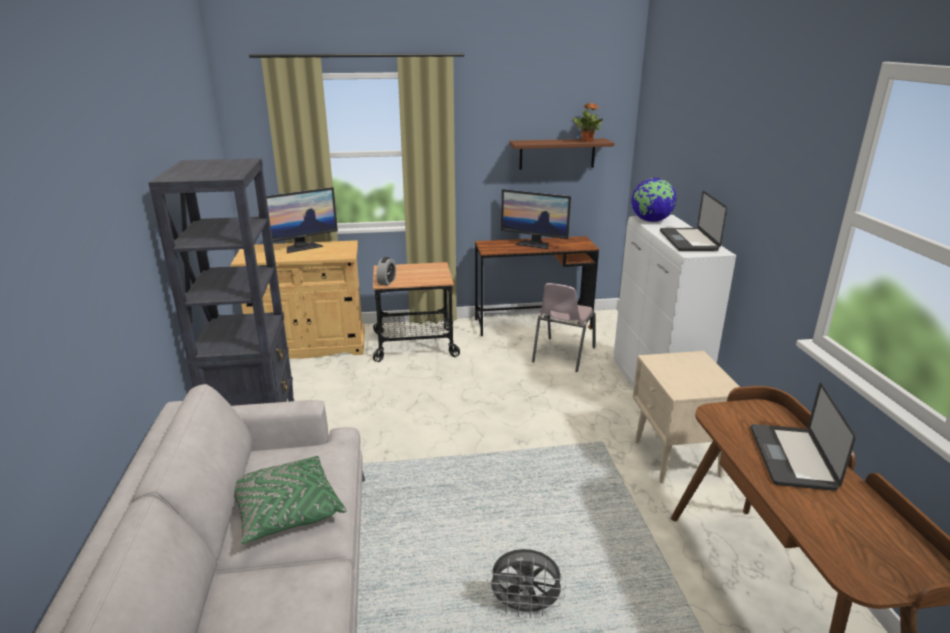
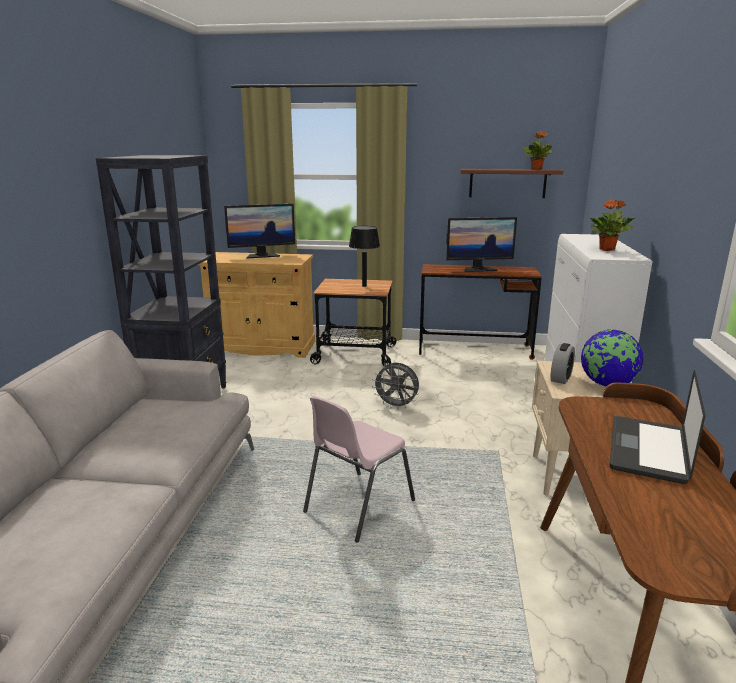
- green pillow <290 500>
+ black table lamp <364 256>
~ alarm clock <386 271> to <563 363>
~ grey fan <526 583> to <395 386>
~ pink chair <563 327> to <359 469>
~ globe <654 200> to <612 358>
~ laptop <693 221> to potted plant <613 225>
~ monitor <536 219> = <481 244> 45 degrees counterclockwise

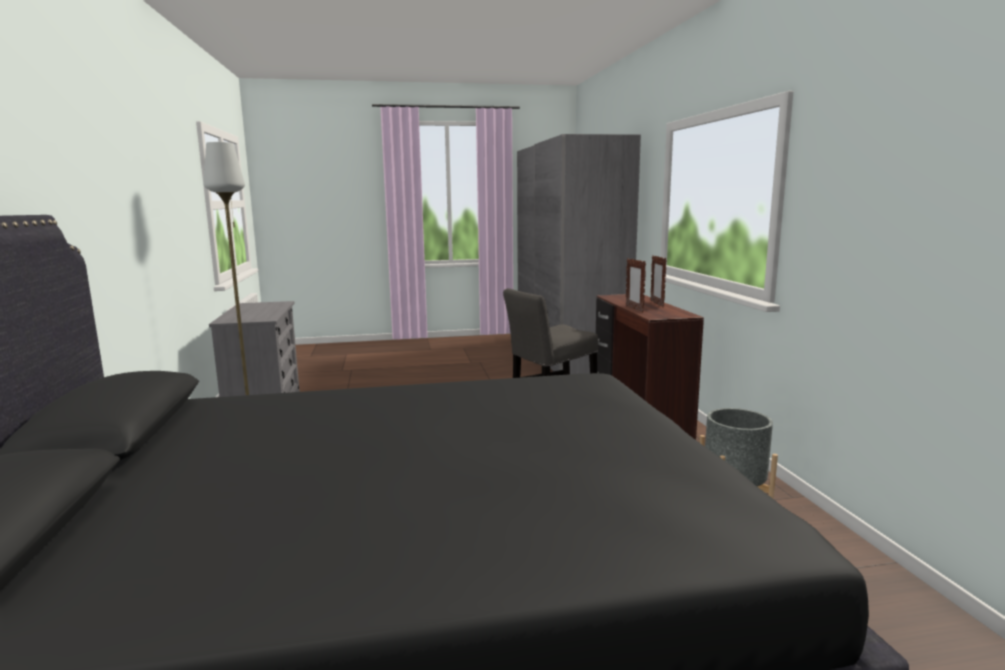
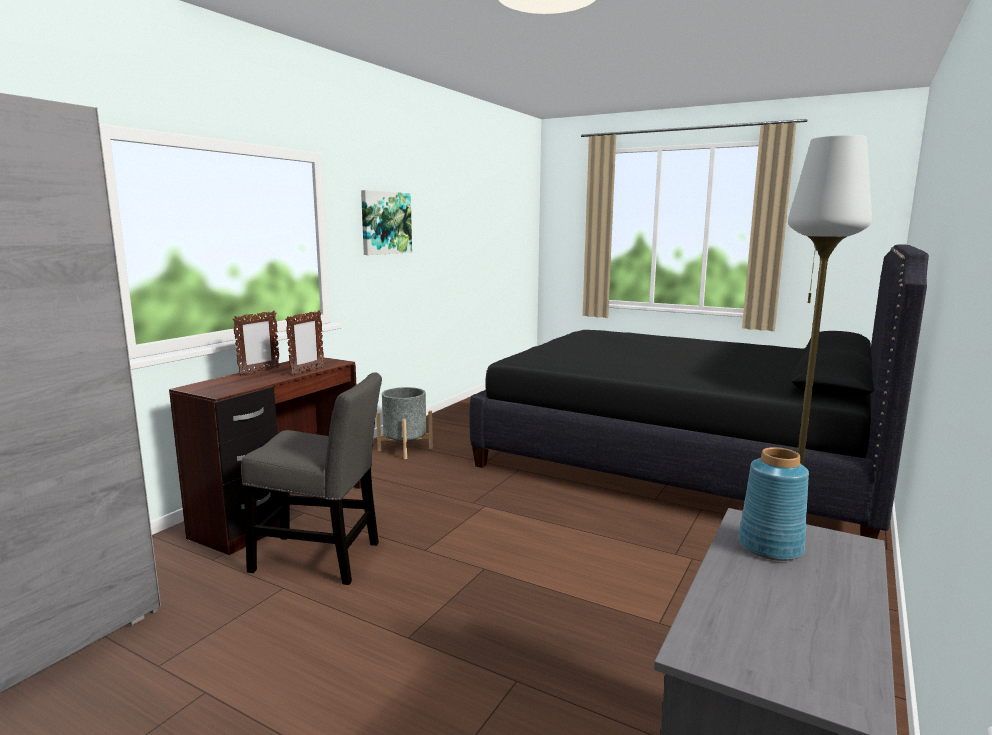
+ picture <386 222>
+ blue vase <773 504>

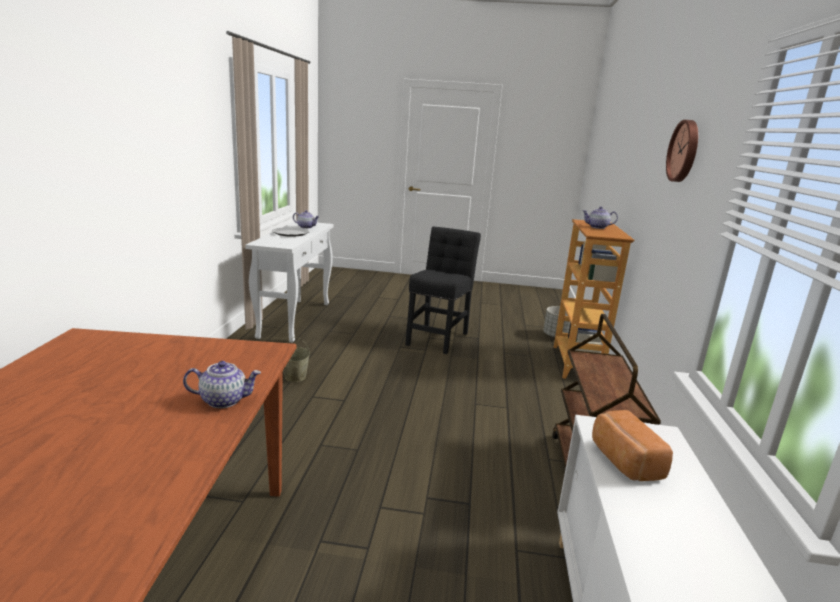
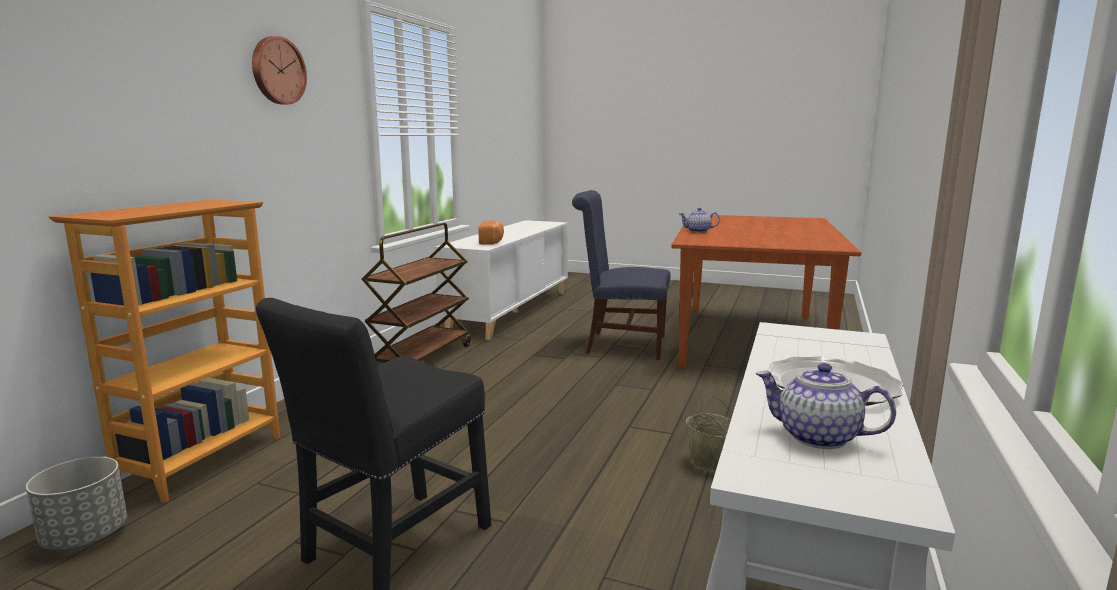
- teapot <600 217>
+ blue chair <621 275>

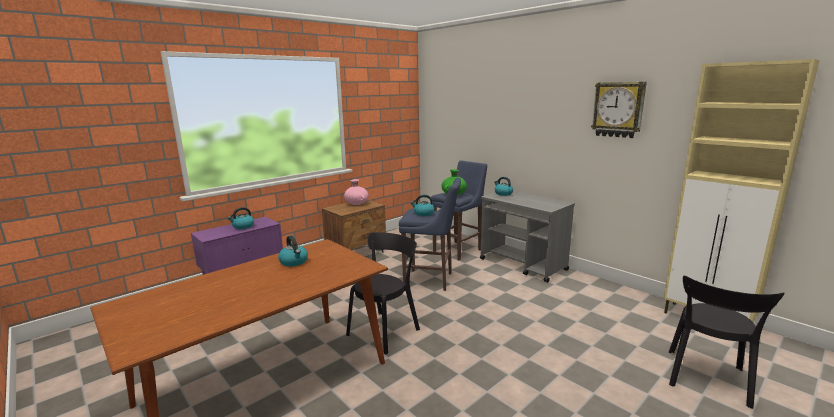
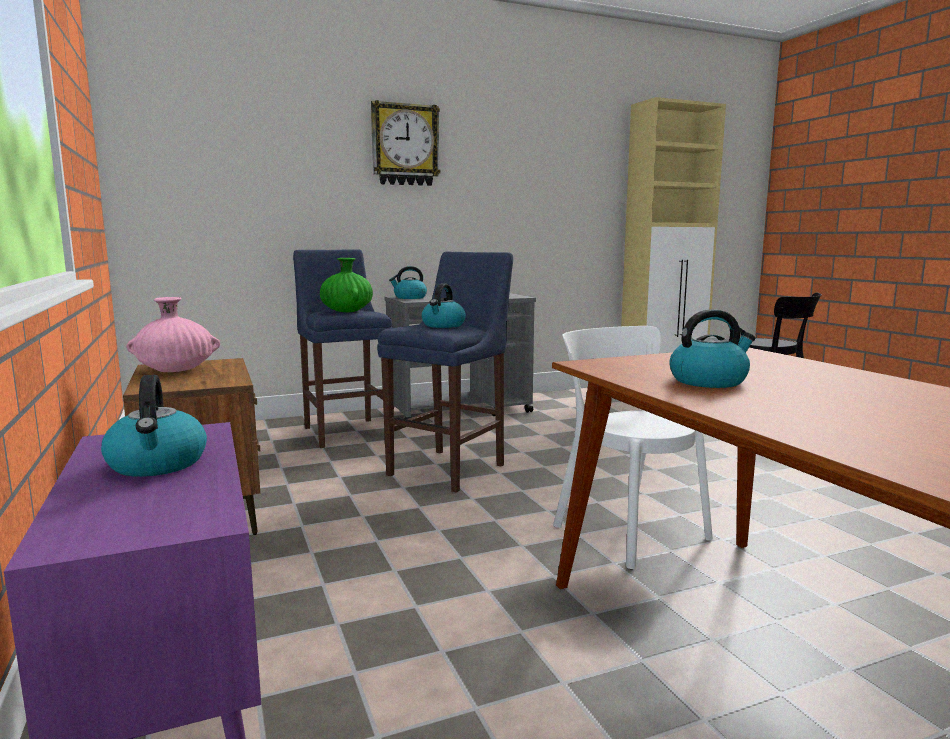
~ wall clock <619 110> to <405 143>
~ black chair <383 293> to white chair <633 447>

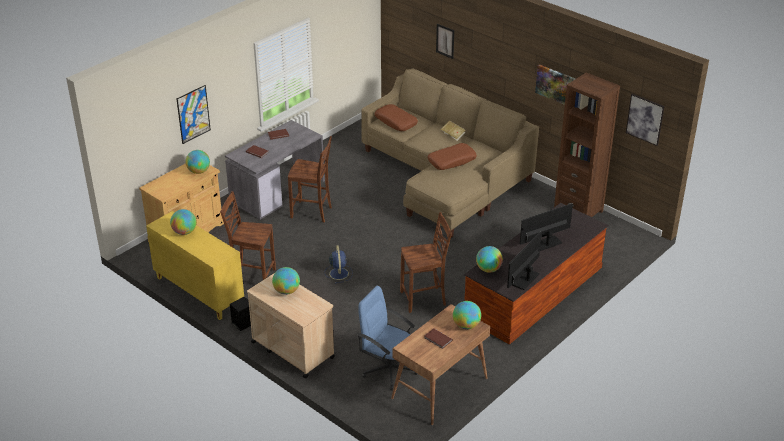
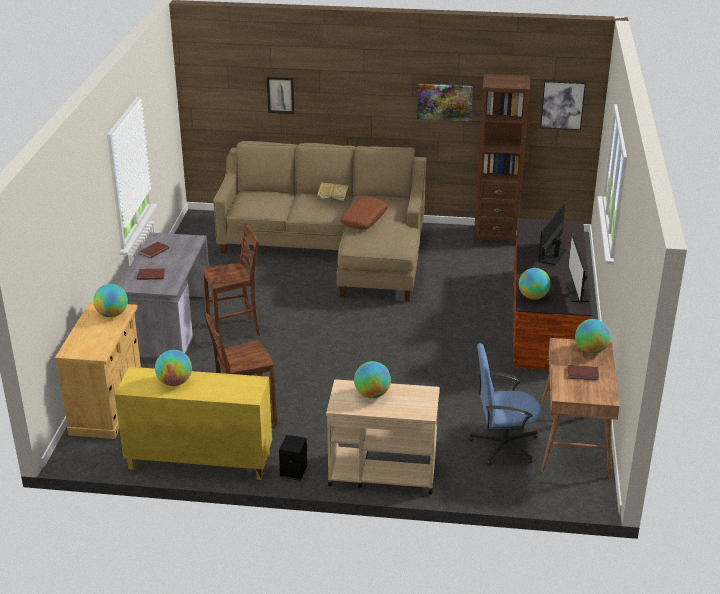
- picture <194 114>
- blue fan <339 264>
- brown pillow <396 117>
- brown chair <426 262>

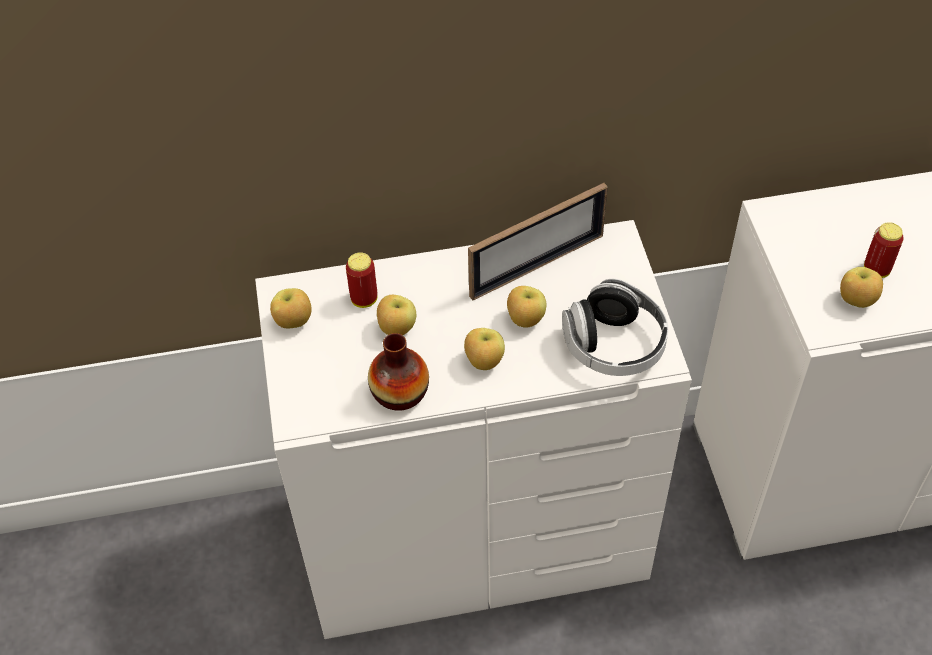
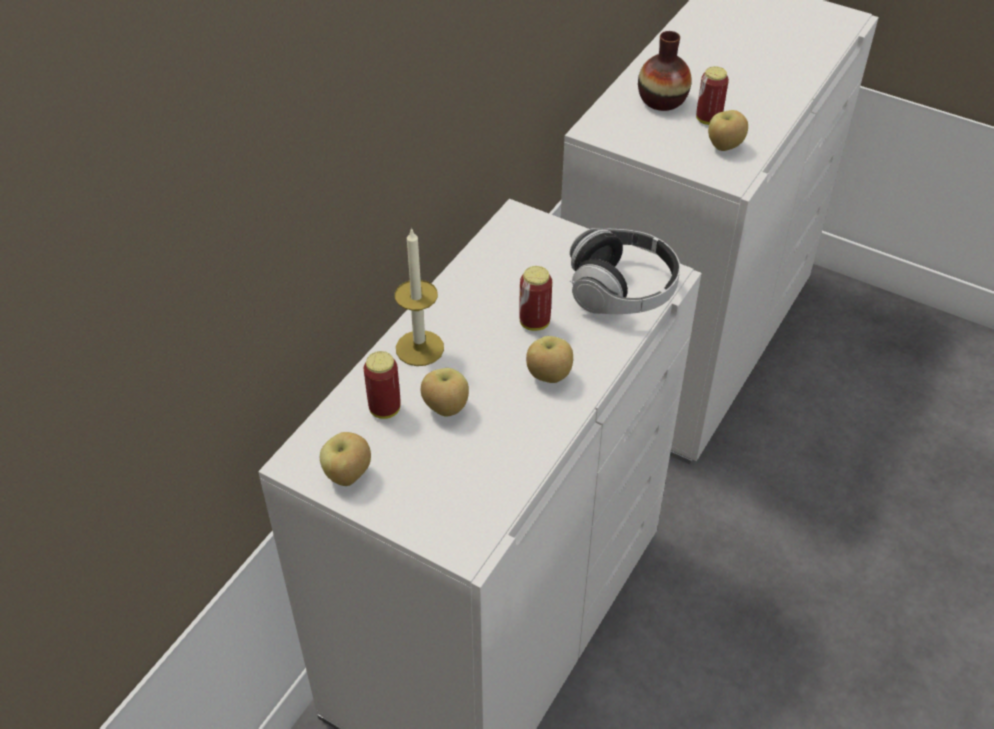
- picture frame <538 241>
+ candle <419 296>
~ vase <398 372> to <664 71>
~ apple <527 307> to can <535 298>

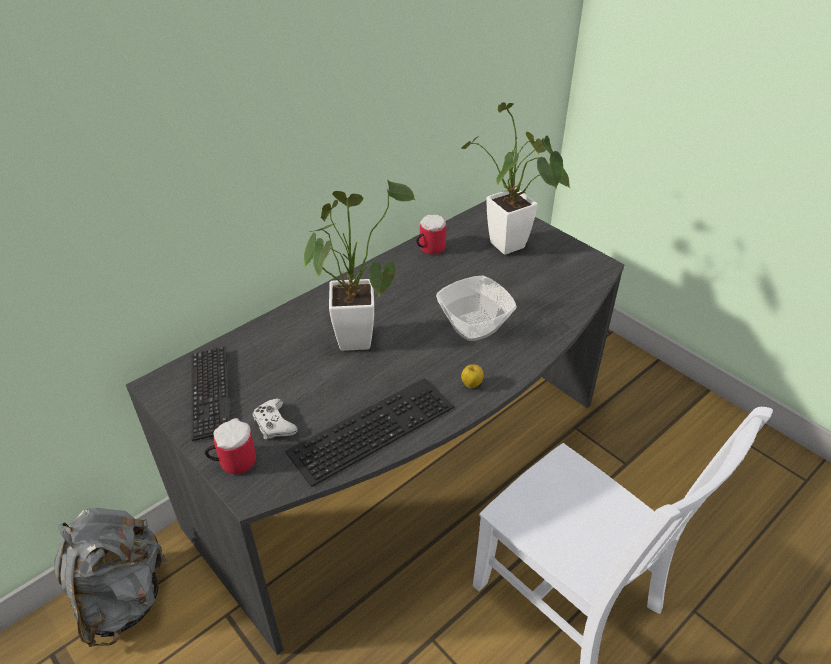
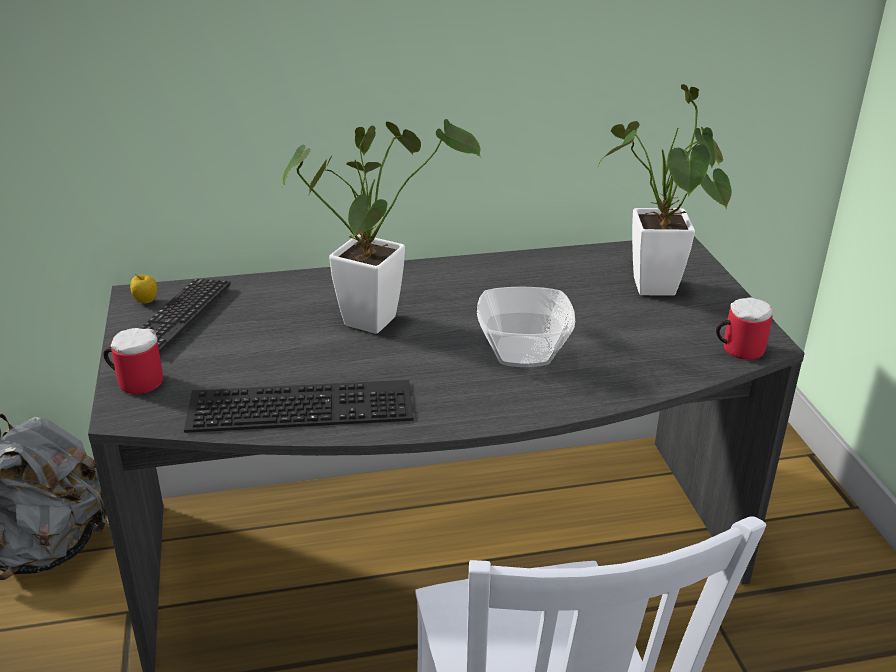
- white game controller <275 419>
~ mug <431 234> to <744 328>
~ apple <472 376> to <143 289>

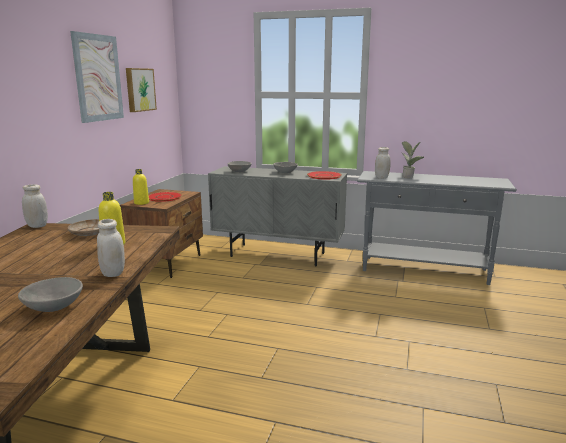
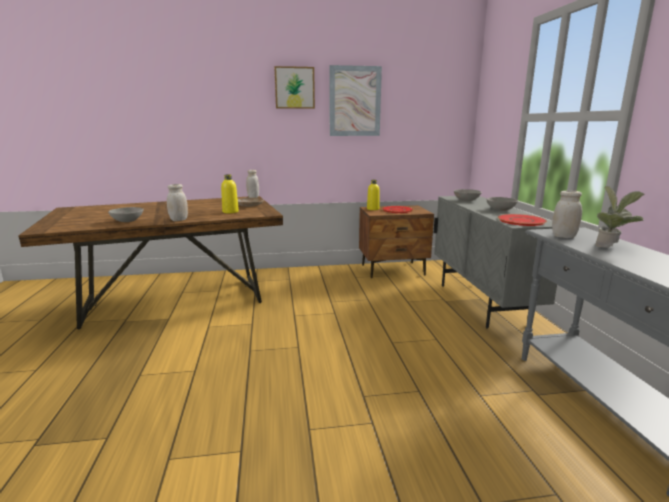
~ picture <141 90> to <294 87>

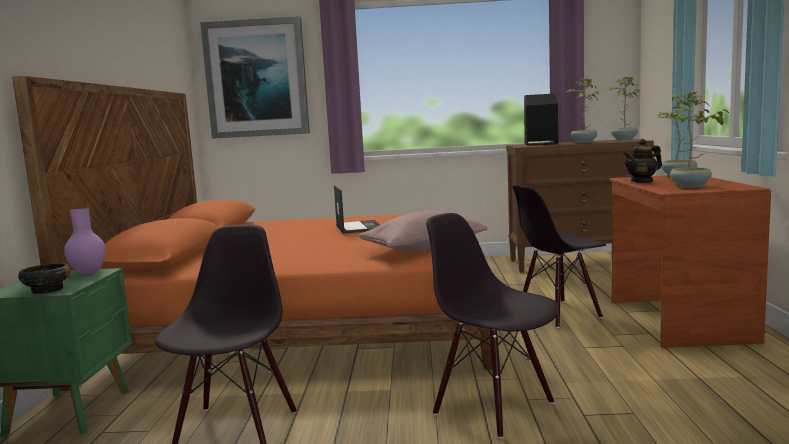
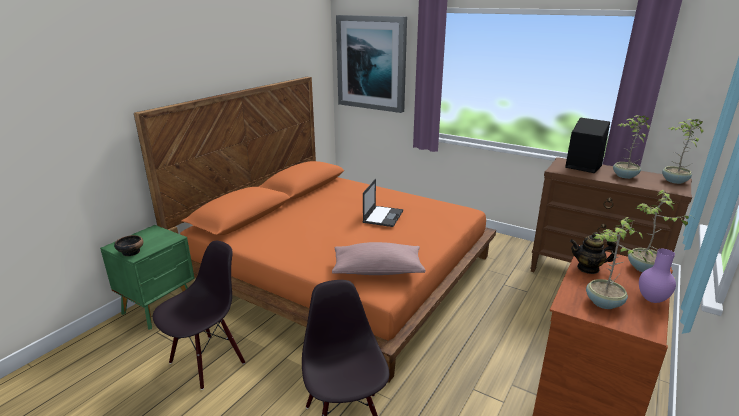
- black chair <559 256>
~ purple vase <84 241> to <657 276>

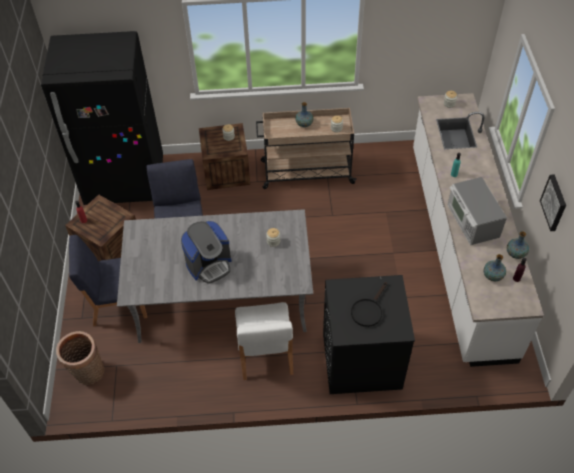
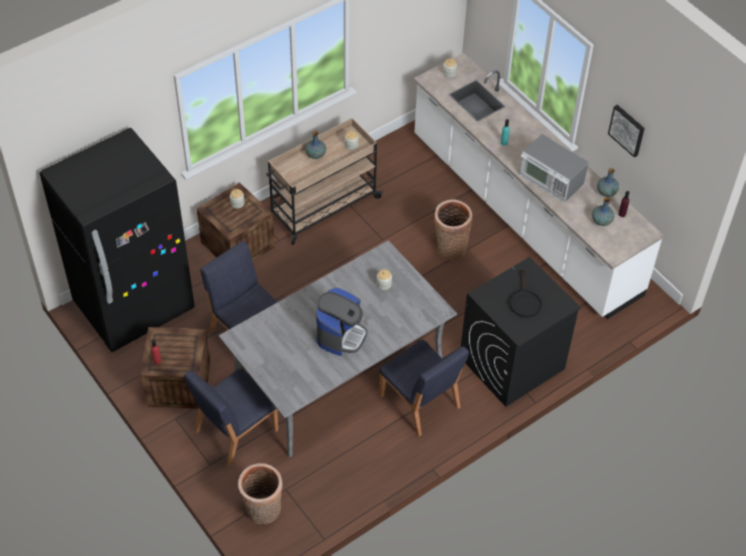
+ basket <453 230>
~ white chair <264 341> to blue chair <424 388>

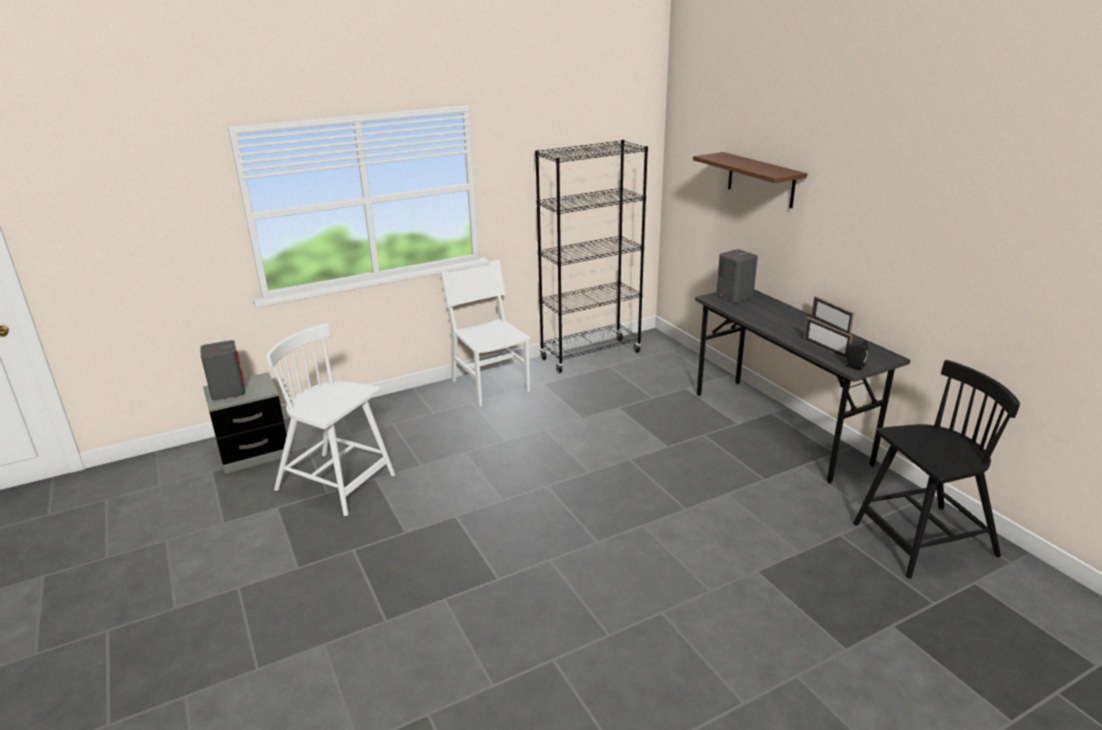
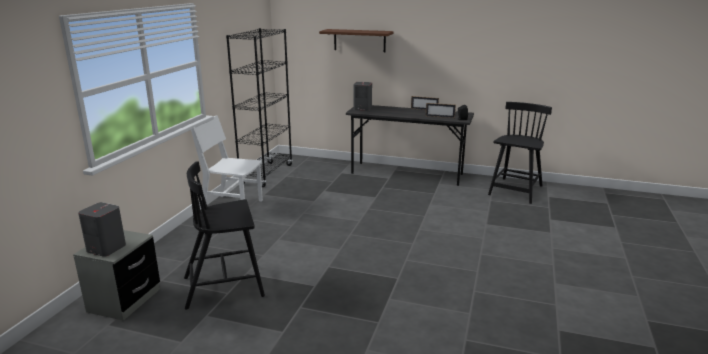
~ white chair <330 419> to black chair <224 235>

